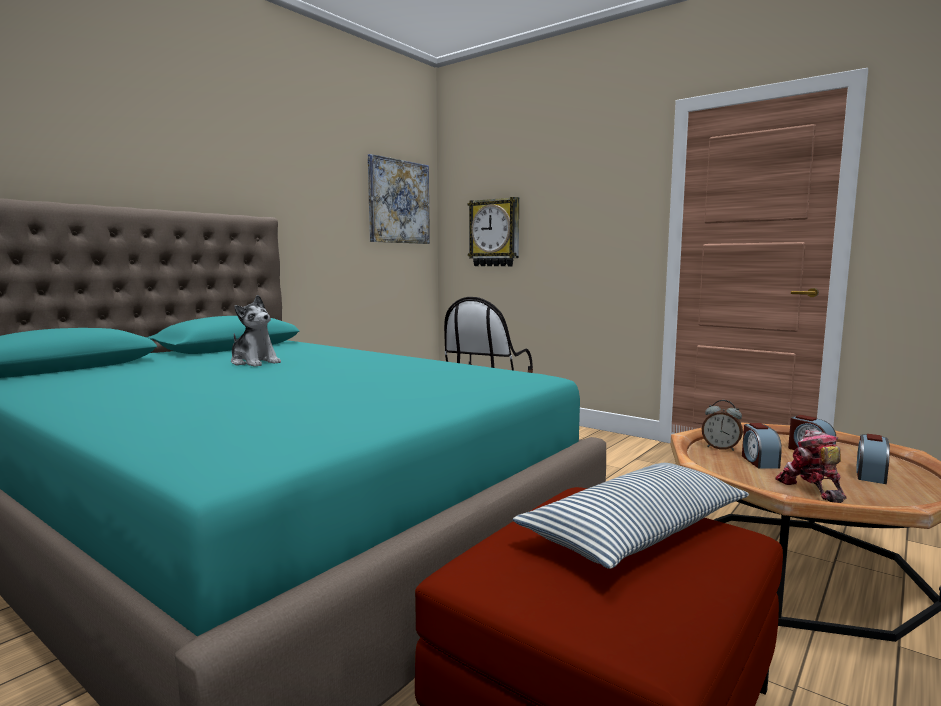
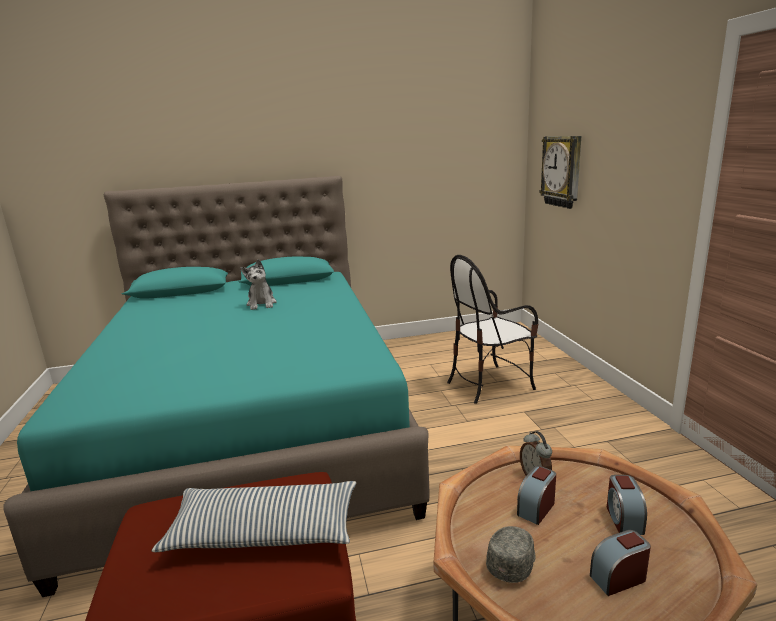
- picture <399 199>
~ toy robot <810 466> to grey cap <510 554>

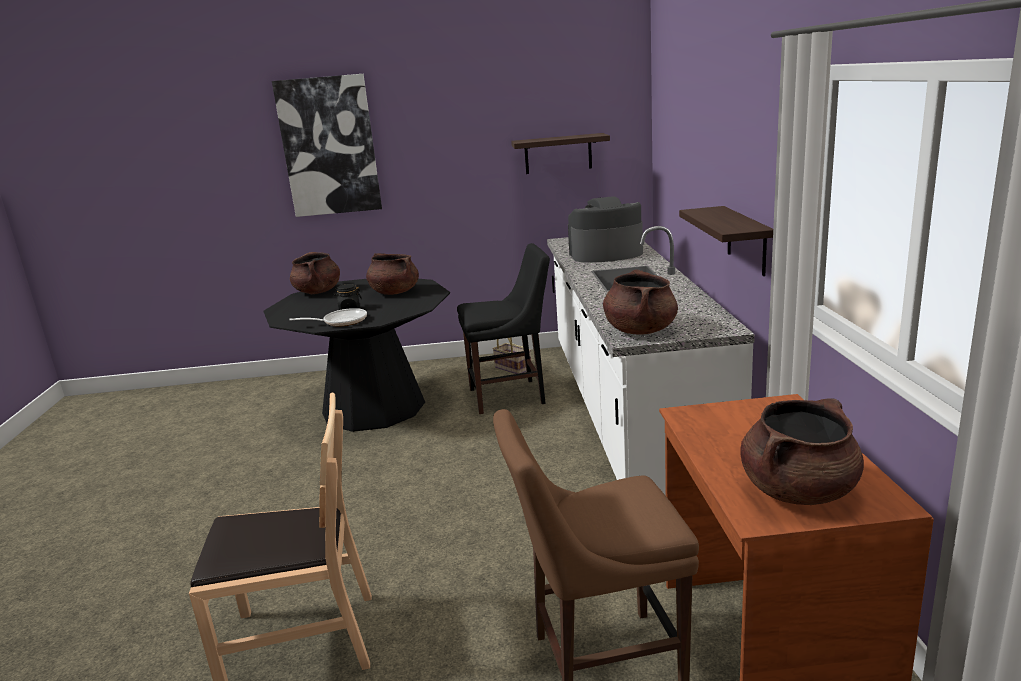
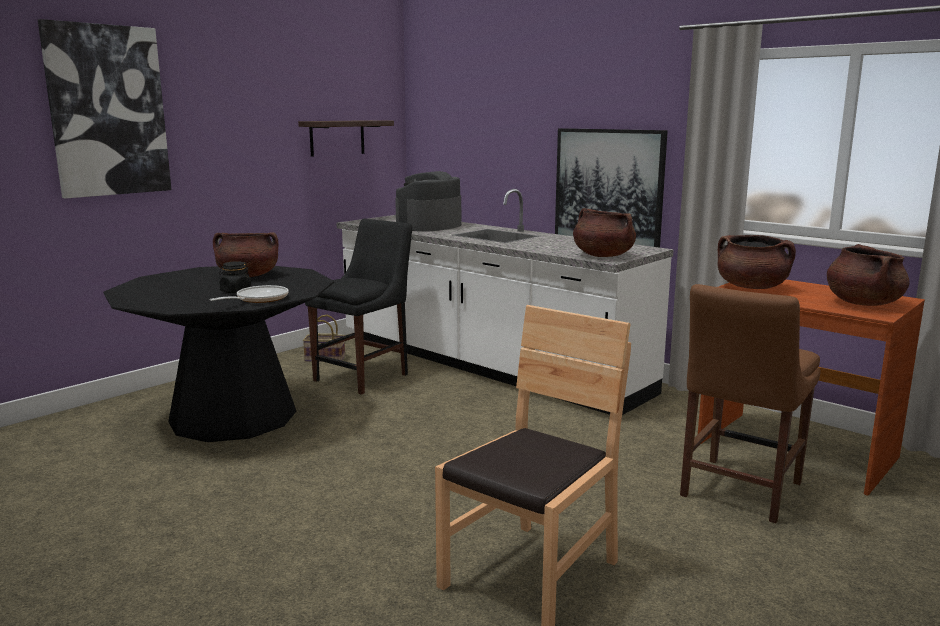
~ brown cooking pot <315 273> to <756 262>
~ shelf <726 241> to picture <611 188>

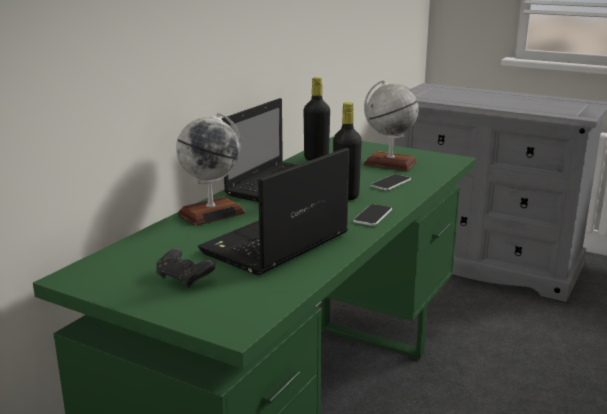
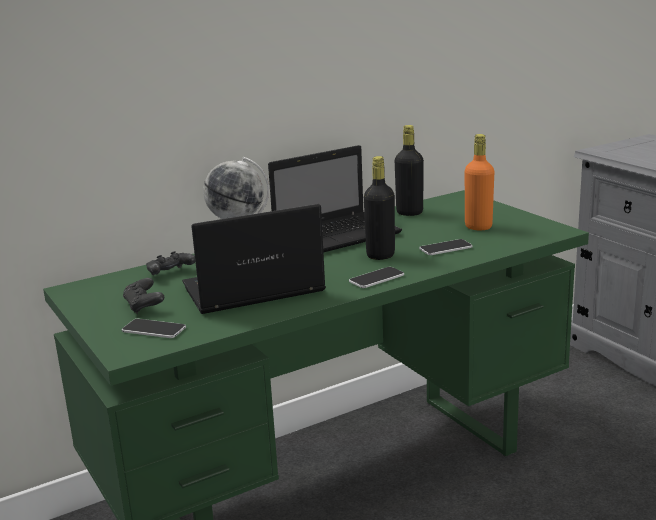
+ phone <154 328>
+ black game controller <170 263>
~ globe <391 125> to orange bottle <480 182>

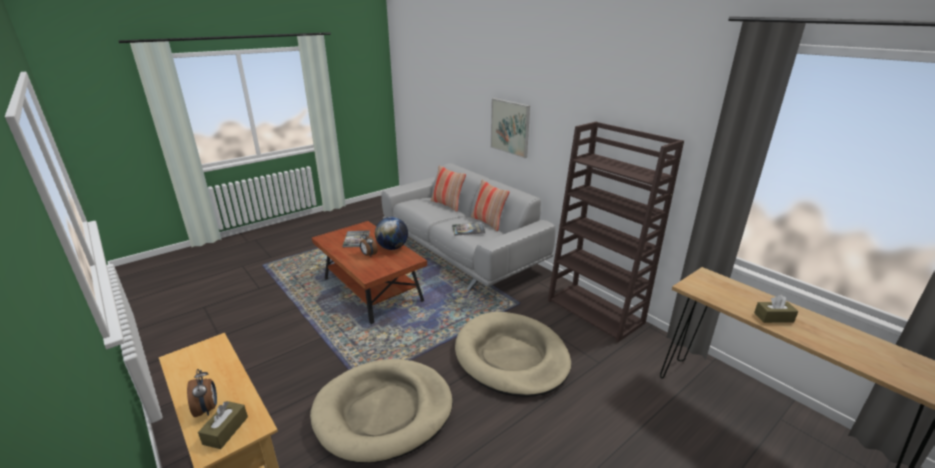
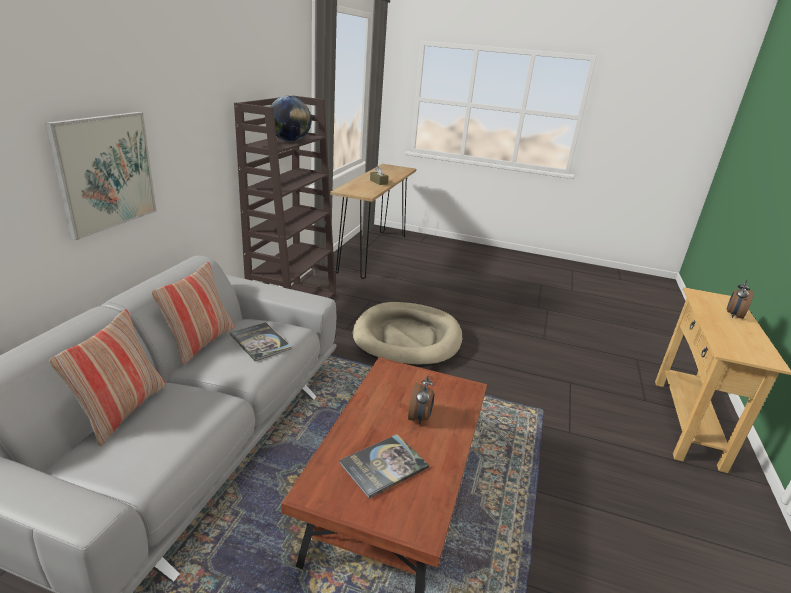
- brown tissue box <223 425>
- beige dog bed <381 411>
~ globe <391 233> to <290 119>

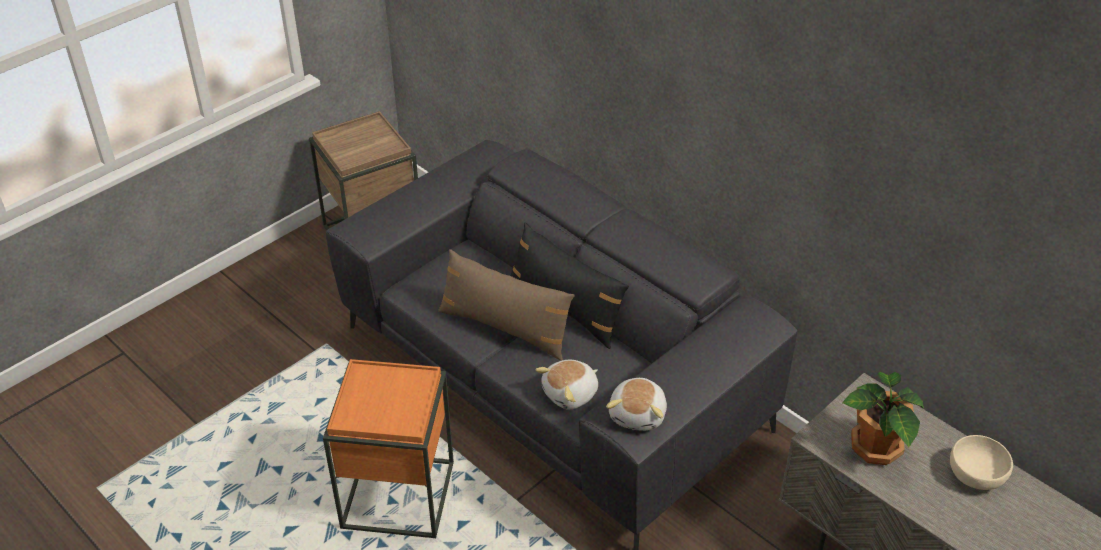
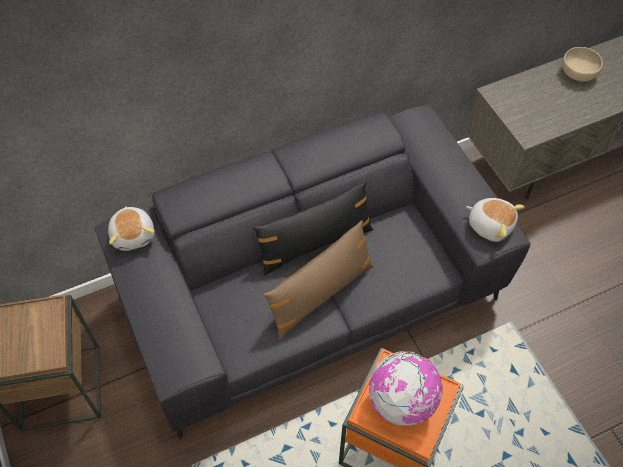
- potted plant <883 418>
+ globe <405 389>
~ plush toy <566 384> to <131 228>

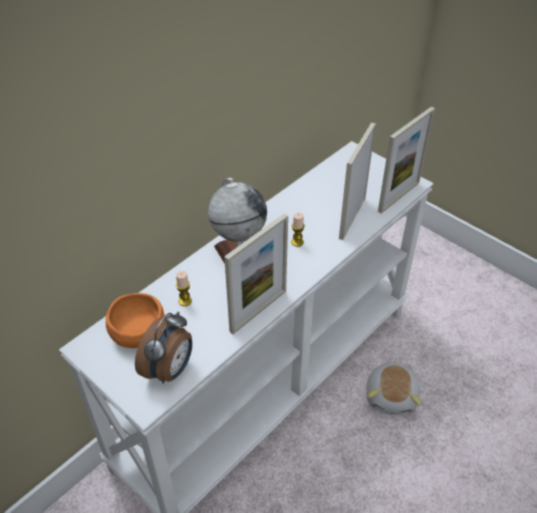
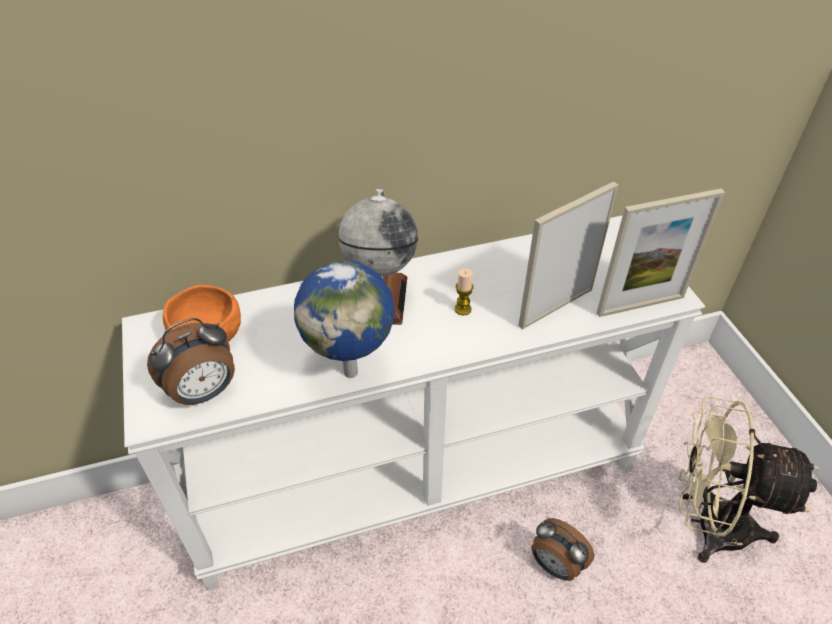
- candle <184 288>
+ beige fan <749 479>
~ picture frame <256 273> to globe <344 319>
~ plush toy <394 388> to alarm clock <562 549>

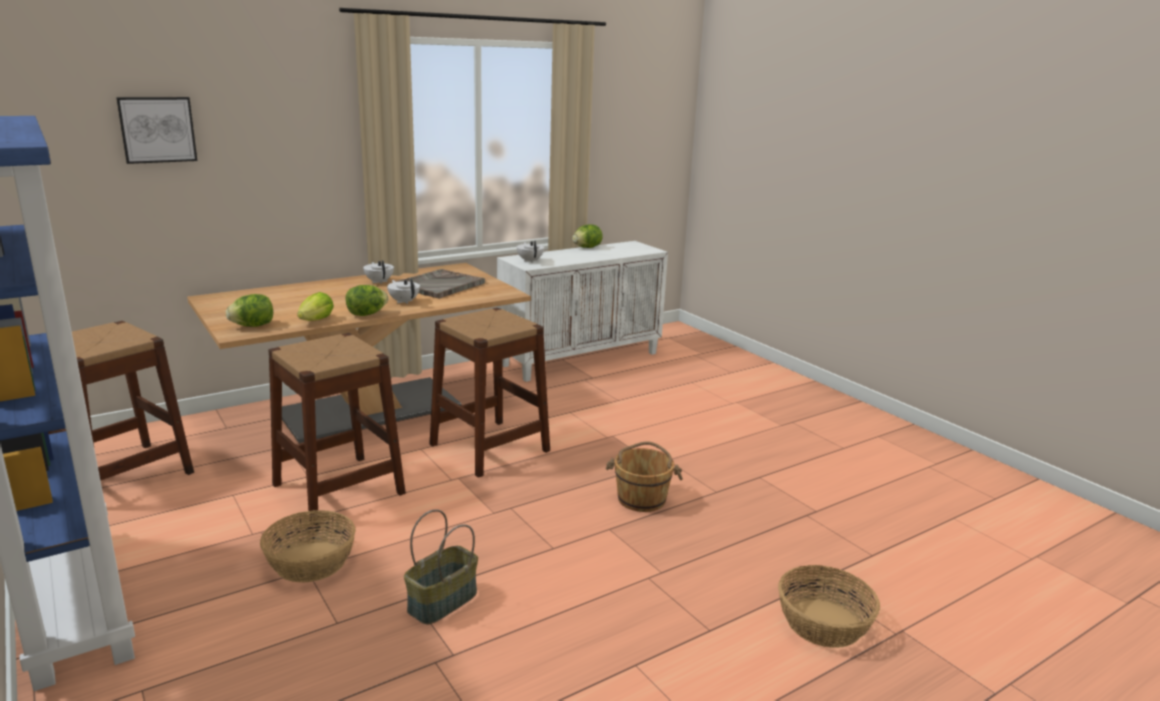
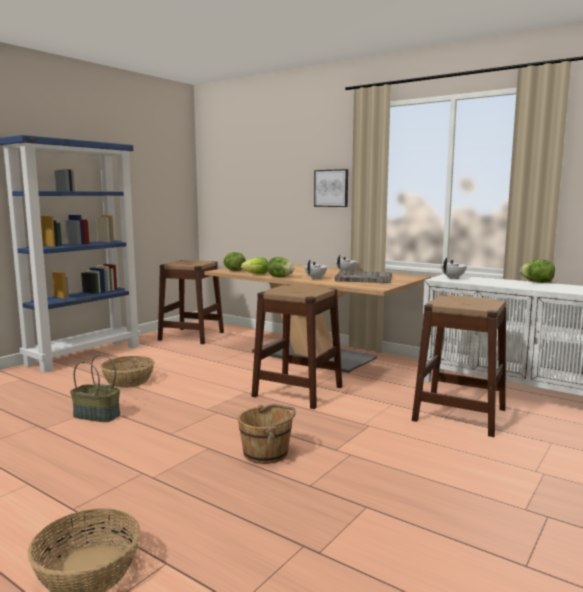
~ picture <156 130> to <331 188>
~ brown stool <337 428> to <459 366>

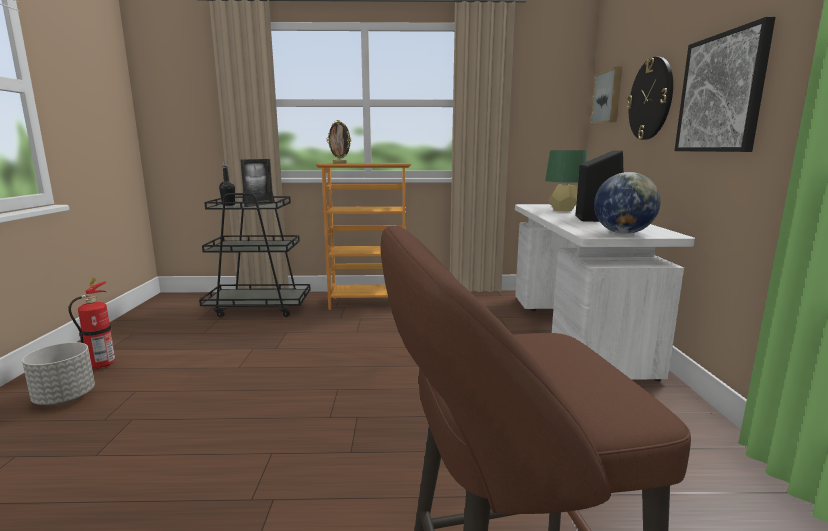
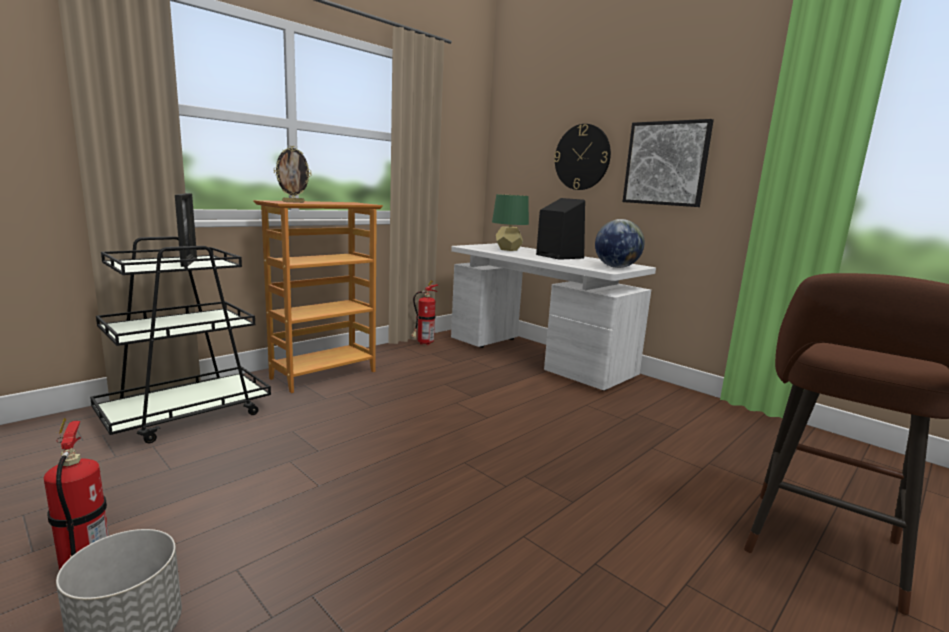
- black bottle <227 184>
- picture <606 96>
+ fire extinguisher <424 312>

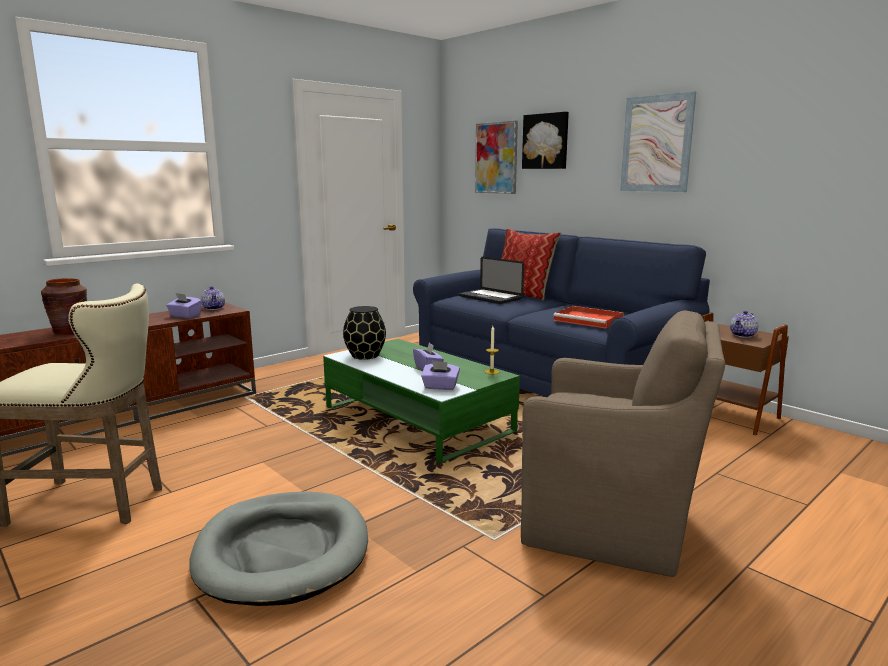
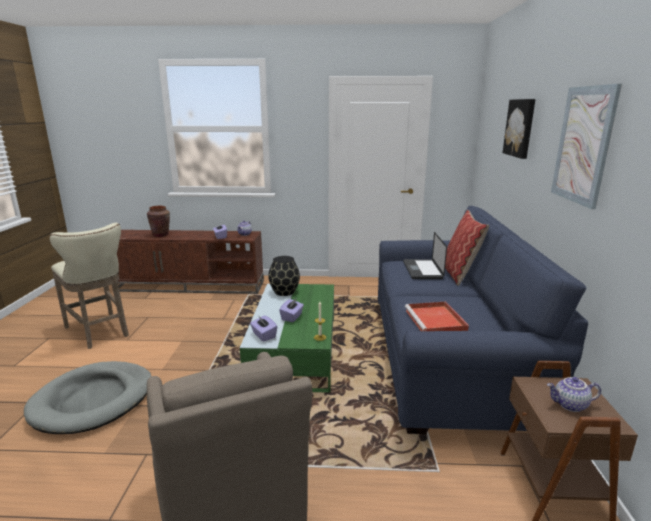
- picture <496 157>

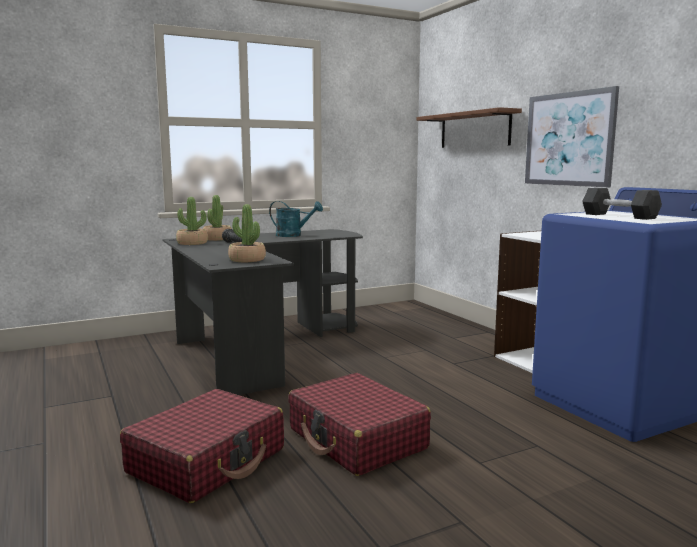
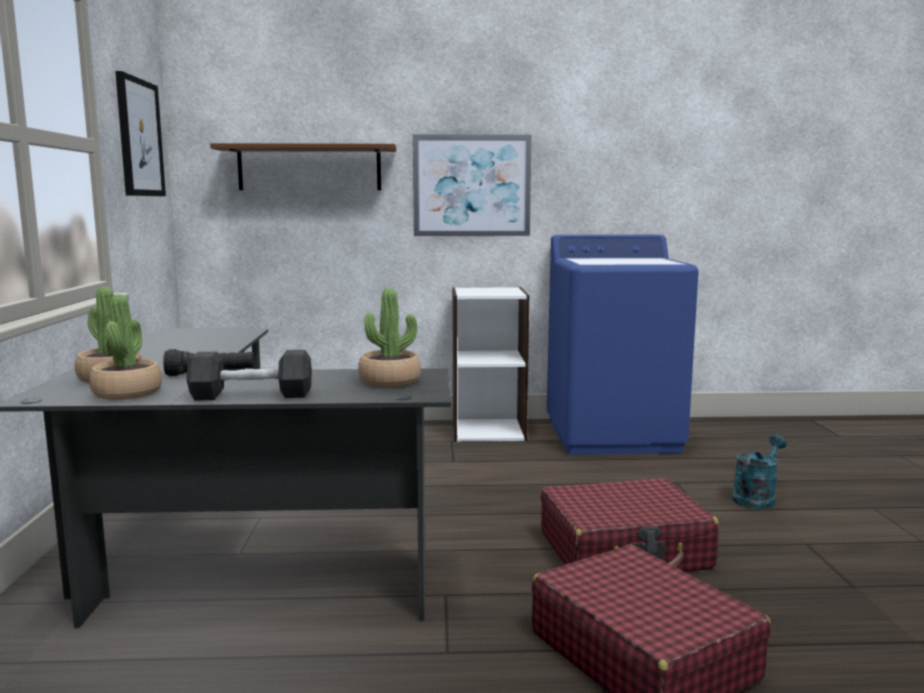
+ picture <140 133>
~ turquoise watering can <296 219> to <759 471>
~ black dumbbell <622 204> to <249 375>

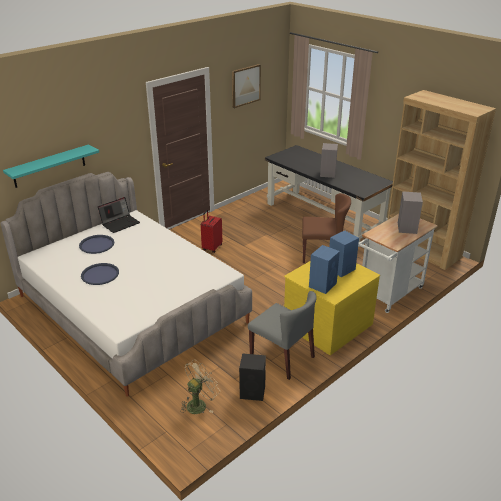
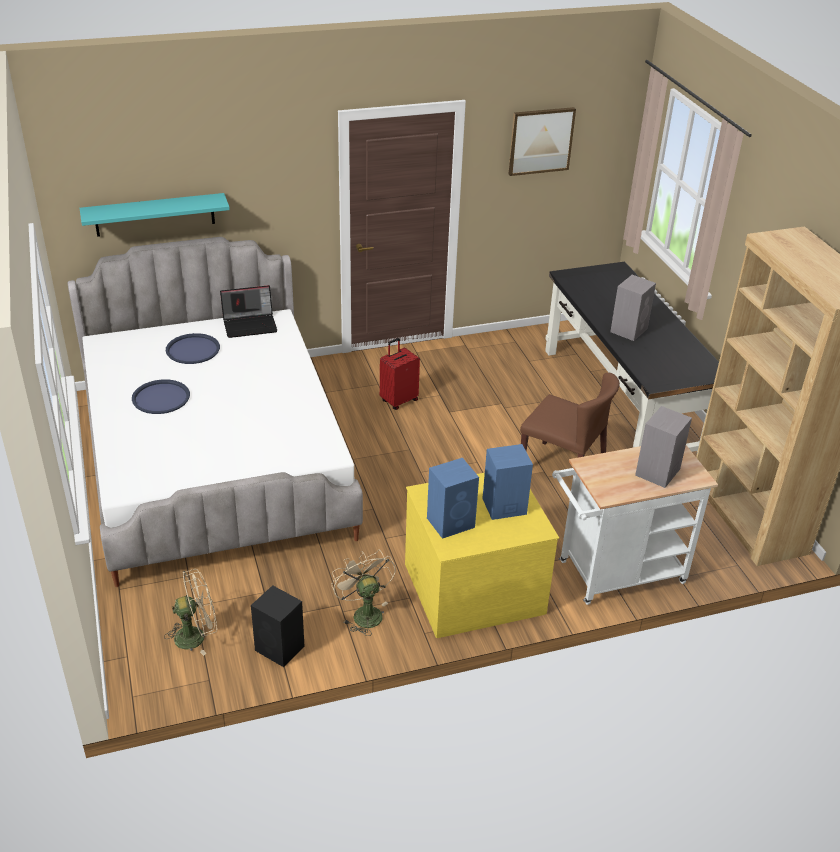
~ grey chair <282 335> to beige fan <363 593>

